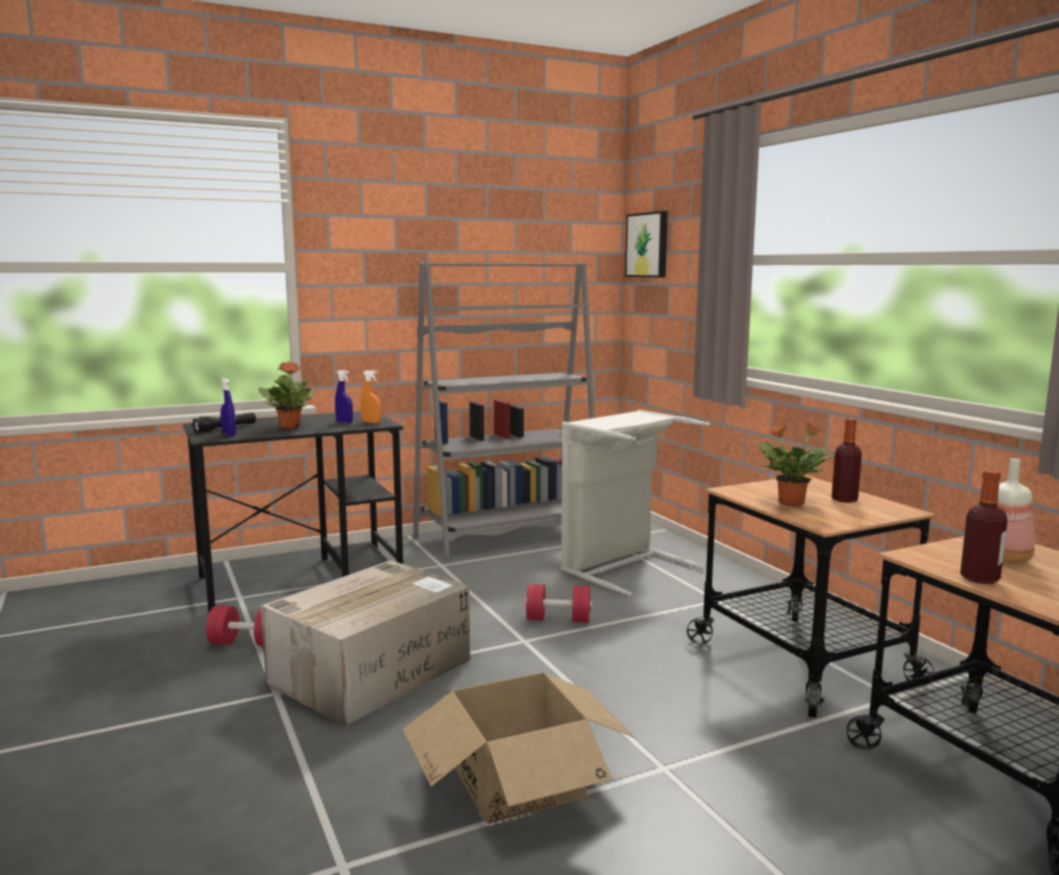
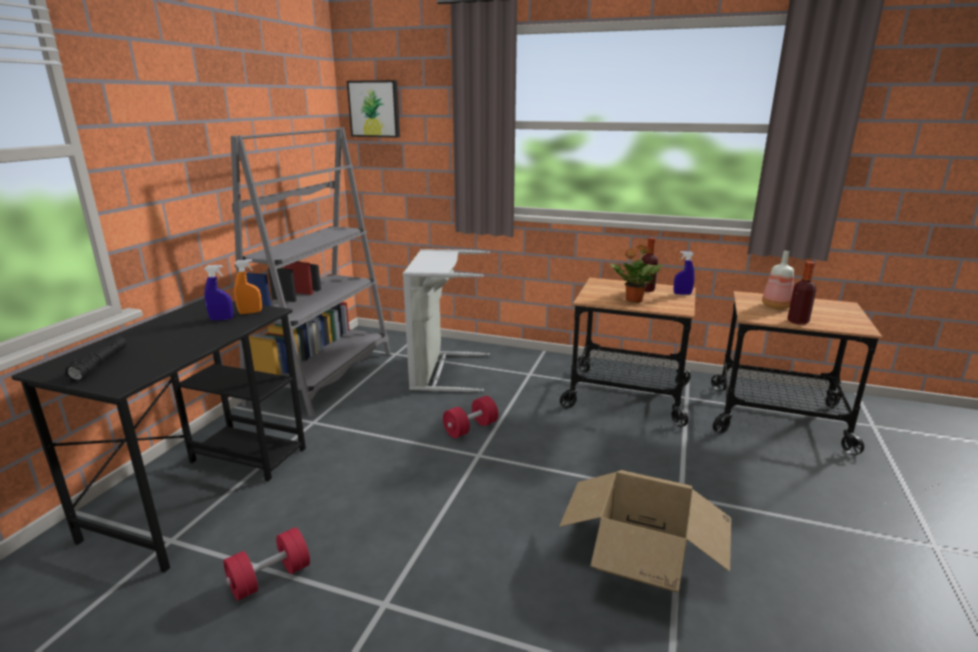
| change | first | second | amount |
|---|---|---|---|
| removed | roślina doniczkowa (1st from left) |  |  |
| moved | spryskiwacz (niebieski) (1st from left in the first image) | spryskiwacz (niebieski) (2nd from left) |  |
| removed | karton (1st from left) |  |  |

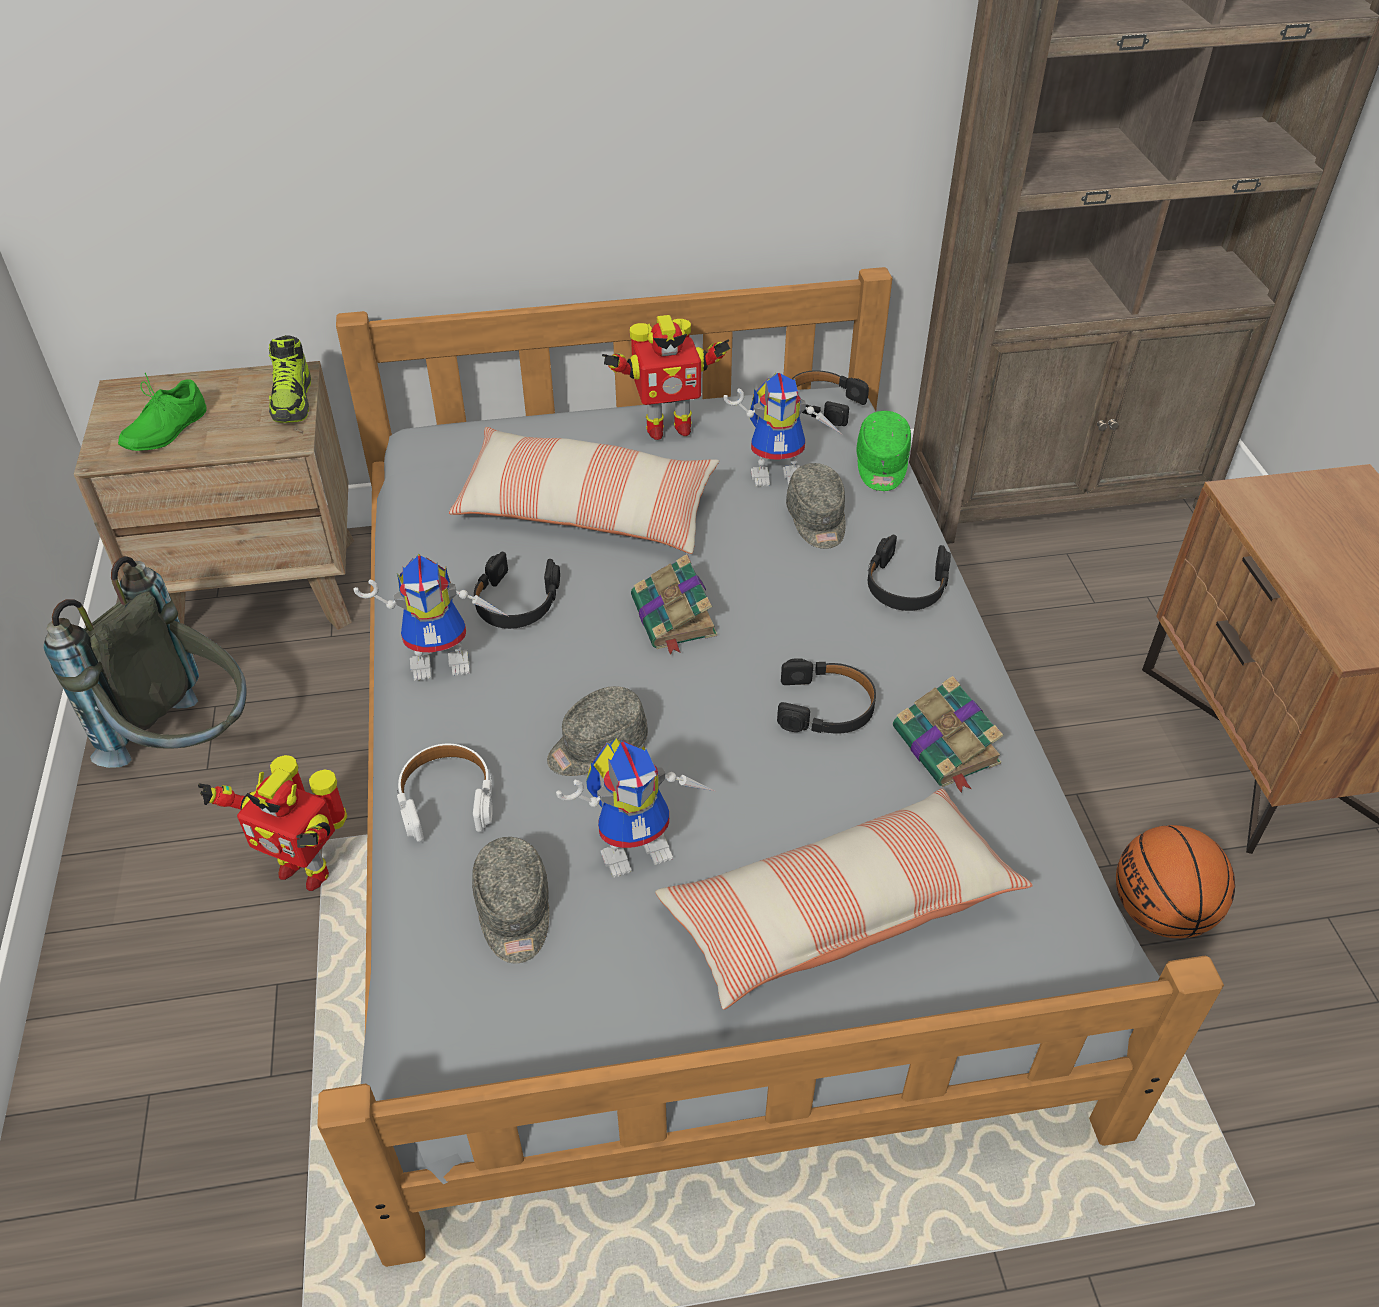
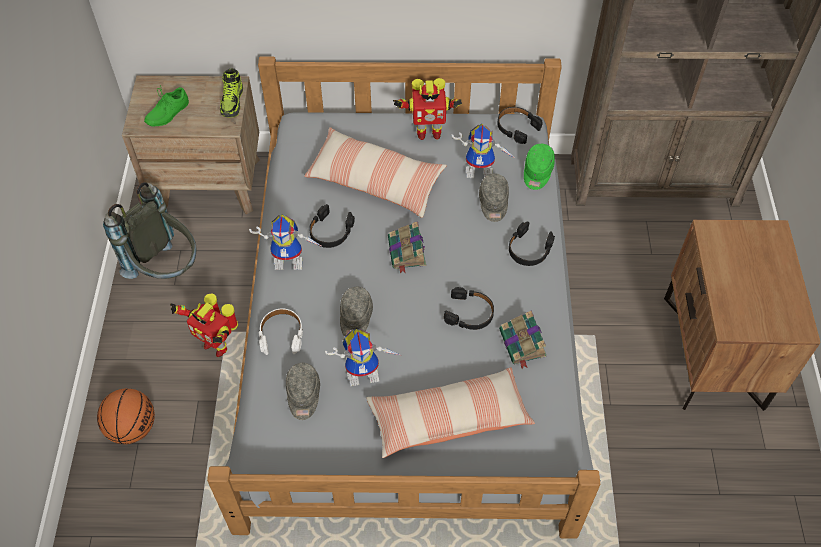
| change | first | second | amount |
|---|---|---|---|
| turned | czapka z daszkiem (szary) (2nd from left) |  | 60 degrees counterclockwise |
| moved | piłka do koszykówki |  |  |

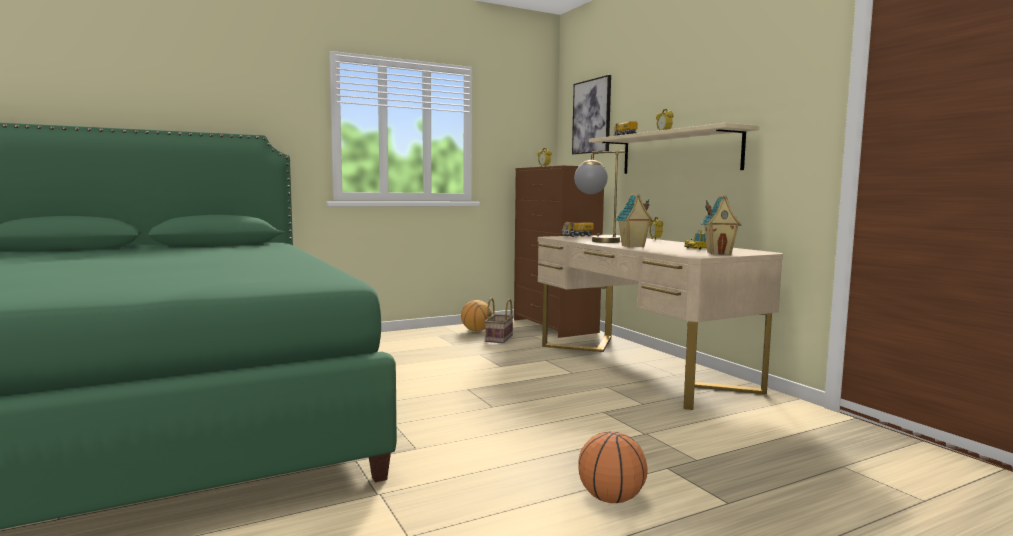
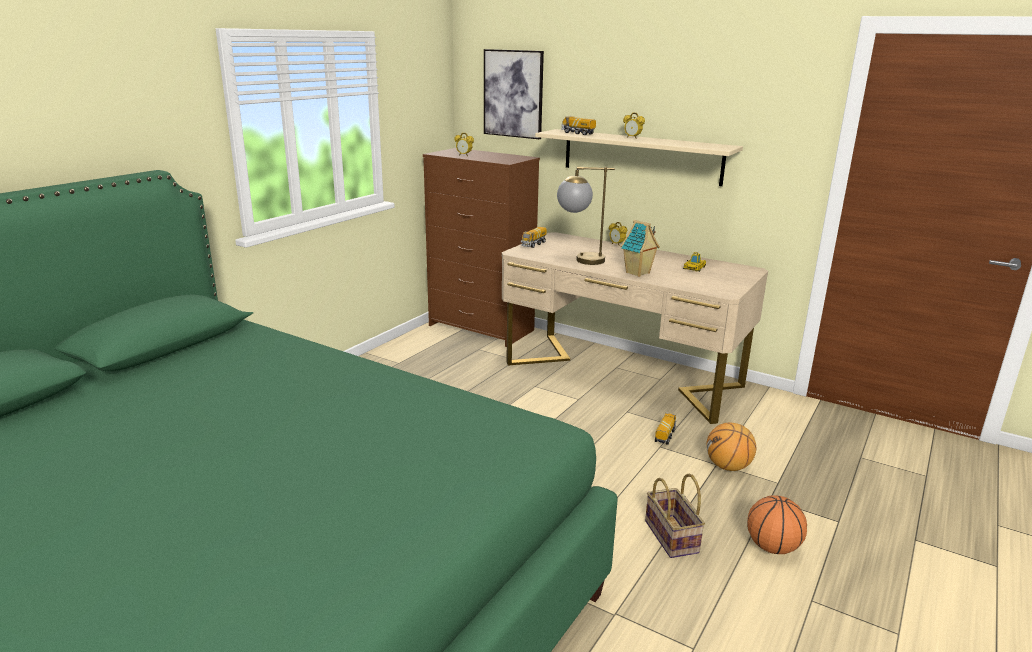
| change | first | second | amount |
|---|---|---|---|
| removed | domek (2nd from left) |  |  |
| moved | koszyk |  |  |
| moved | piłka do koszykówki (1st from left) |  |  |
| added |  | ciężarówka zabawkowa (3rd from left) |  |

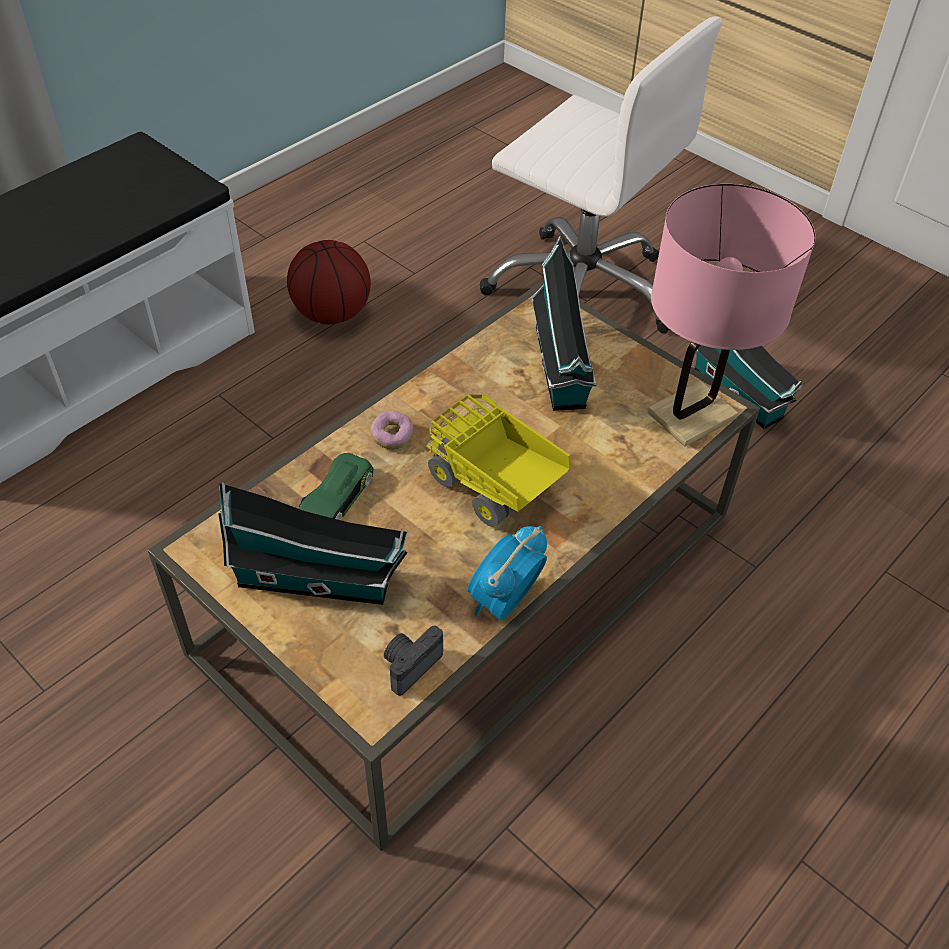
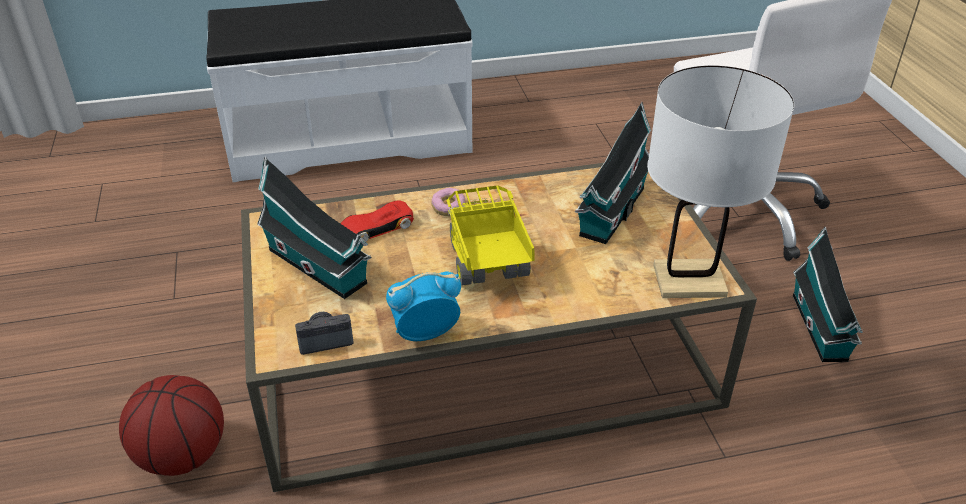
| change | first | second | amount |
|---|---|---|---|
| recoloured | lampa stołowa (różowy) | lampa stołowa (biały) |  |
| moved | piłka do koszykówki |  |  |
| recoloured | samochodzik (zielony) | samochodzik (czerwony) |  |

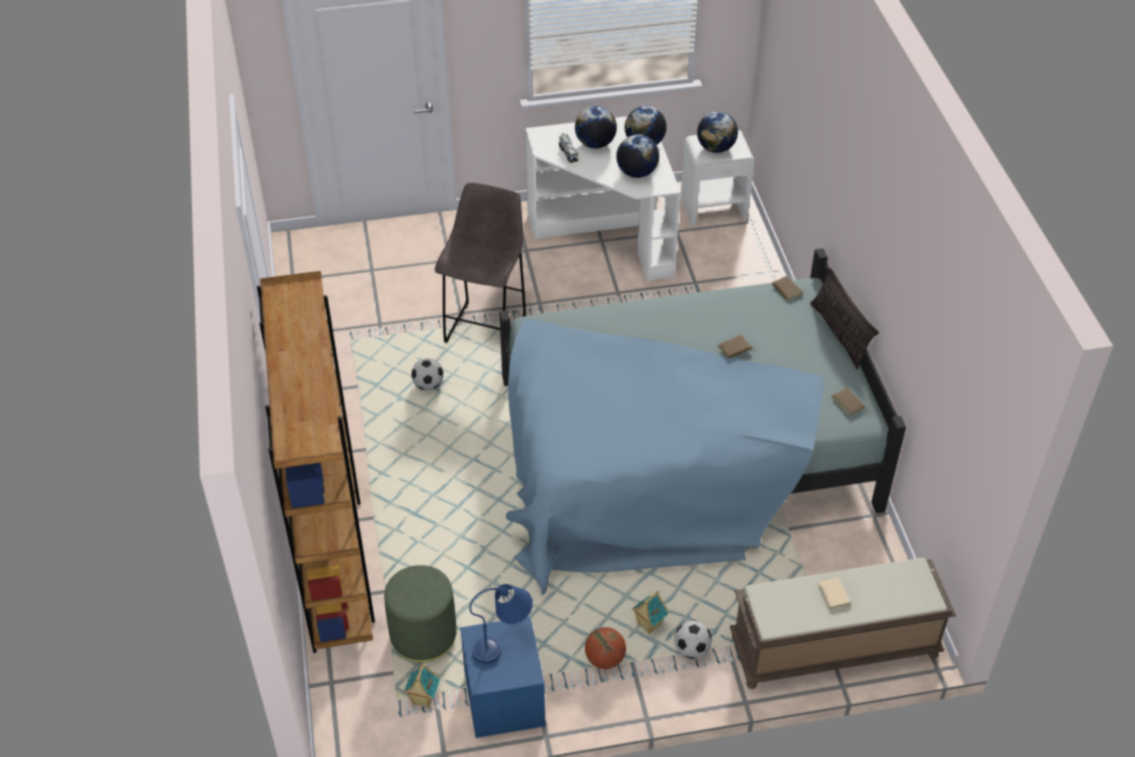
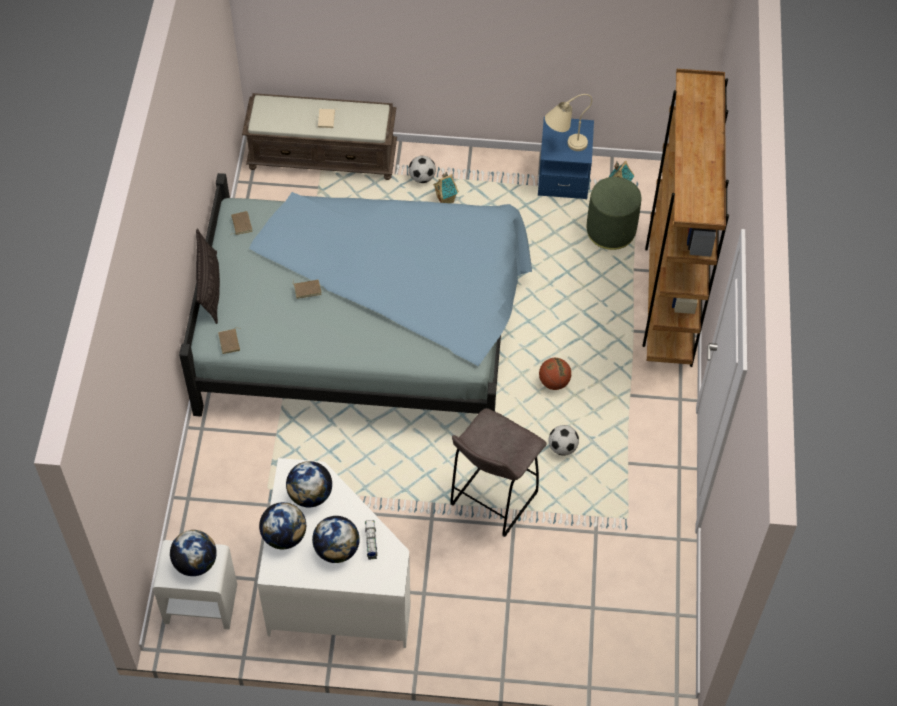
| change | first | second | amount |
|---|---|---|---|
| recoloured | lampa stołowa (niebieski) | lampa stołowa (beżowy) |  |
| moved | piłka do koszykówki |  |  |

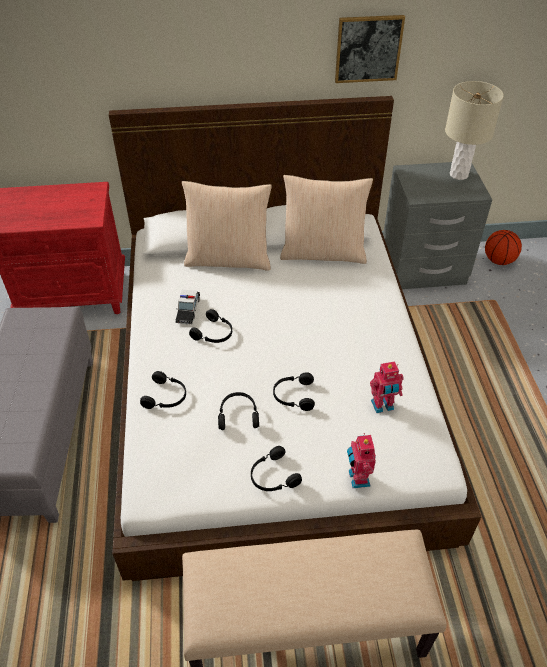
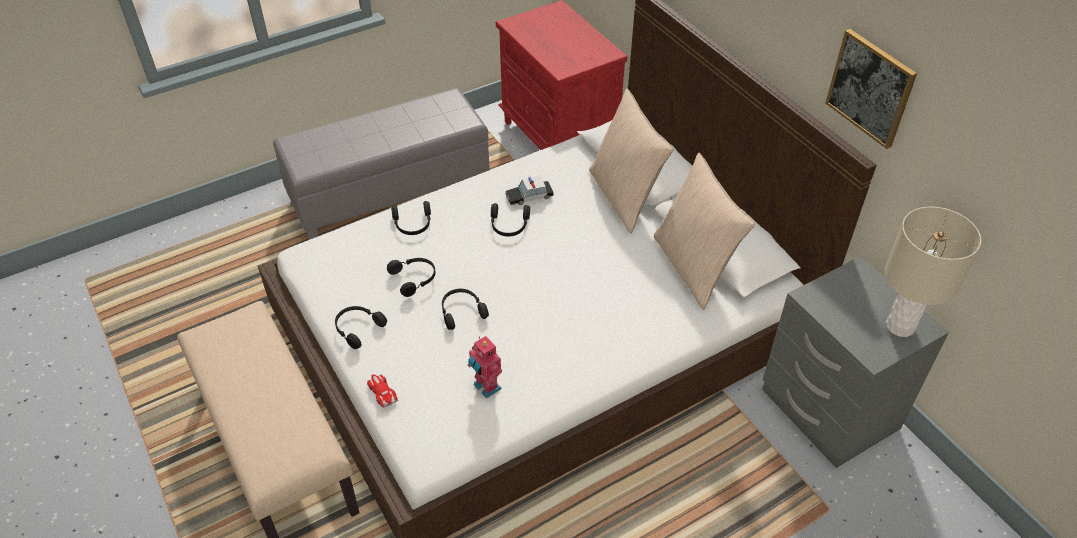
| change | first | second | amount |
|---|---|---|---|
| removed | piłka do koszykówki |  |  |
| replaced | robot zabawkowy (1st from left) | samochodzik (1st from left) |  |

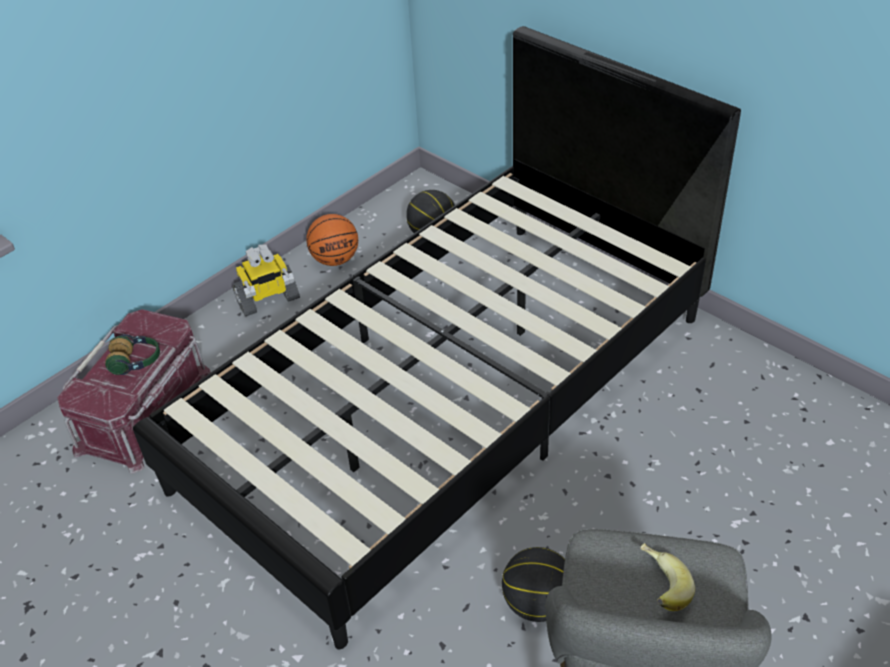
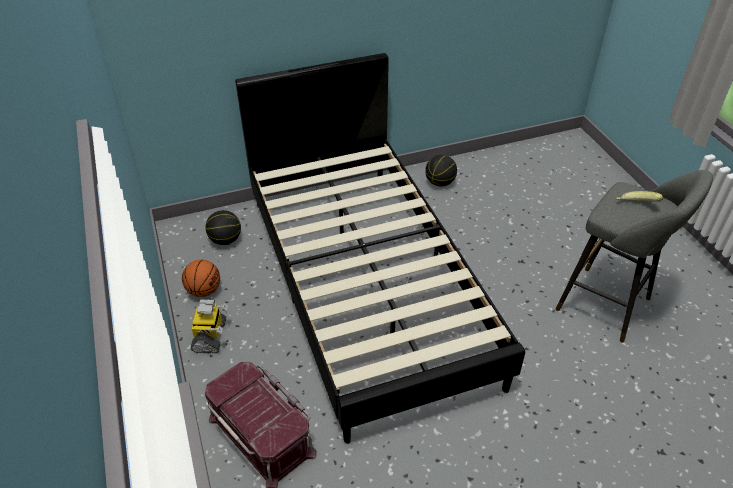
| change | first | second | amount |
|---|---|---|---|
| removed | słuchawki |  |  |
| moved | piłka do koszykówki (3rd from left) |  |  |

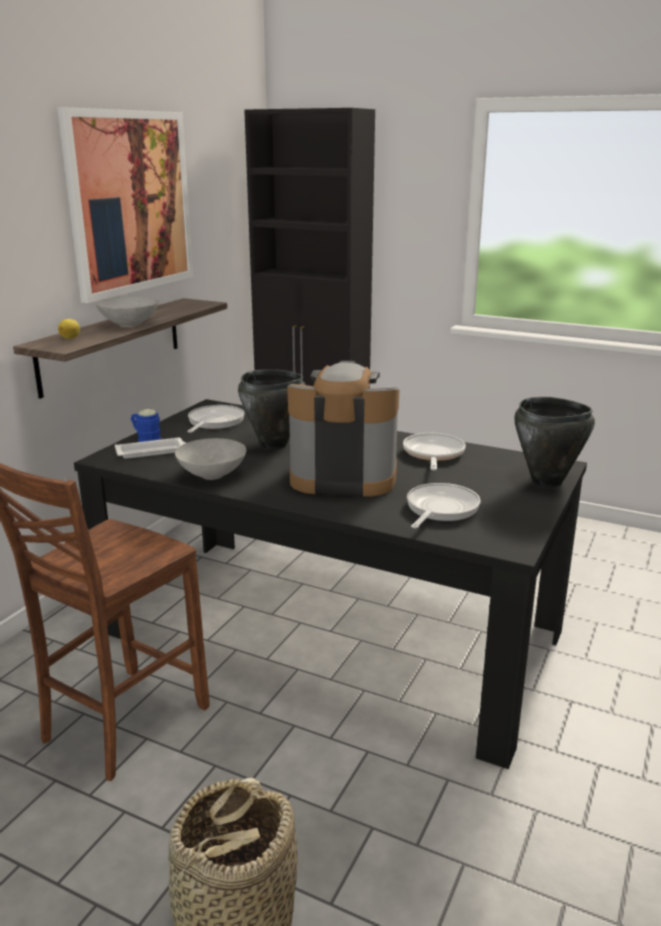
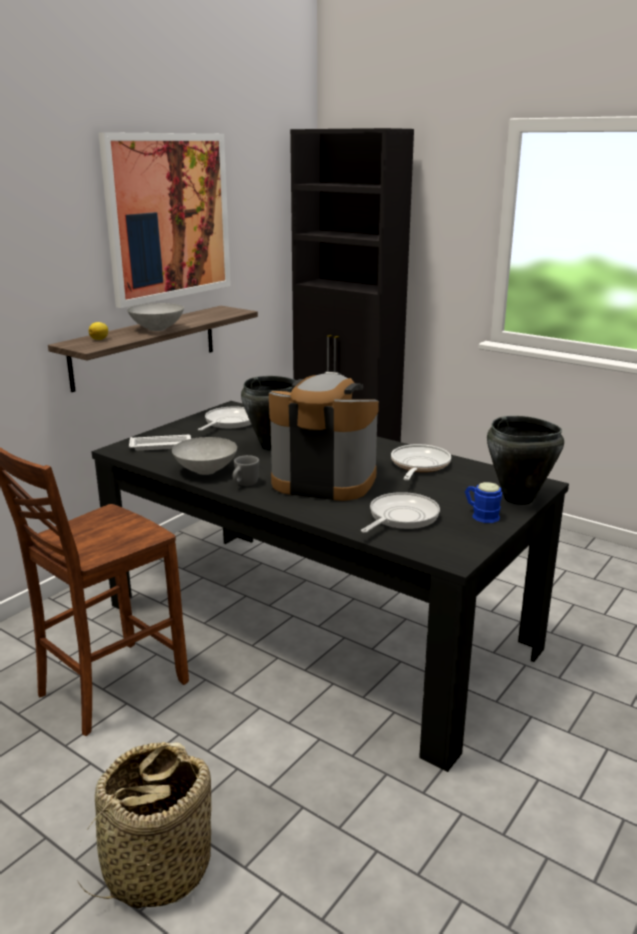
| change | first | second | amount |
|---|---|---|---|
| moved | kubek (niebieski) |  |  |
| added |  | kubek (szary) |  |

